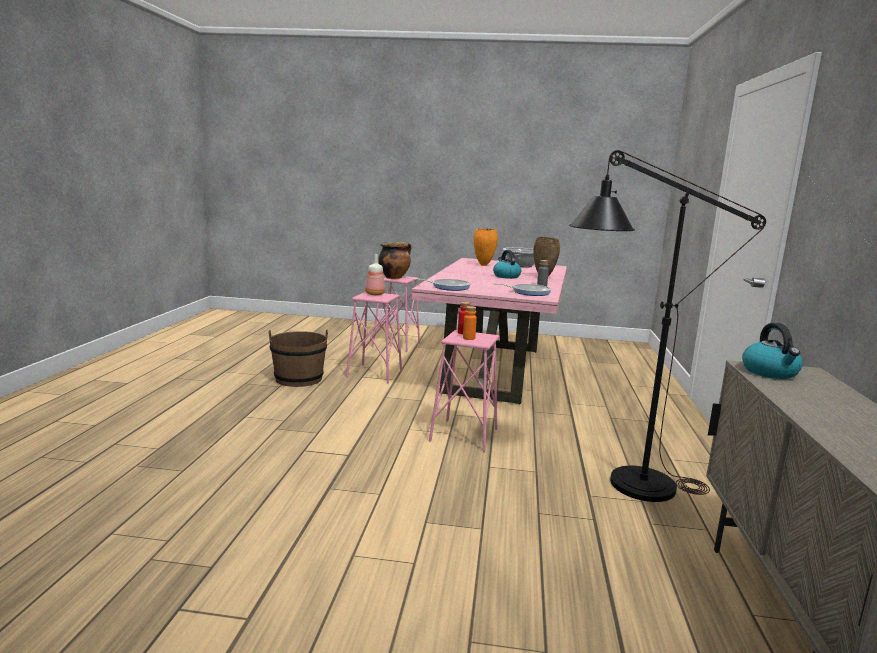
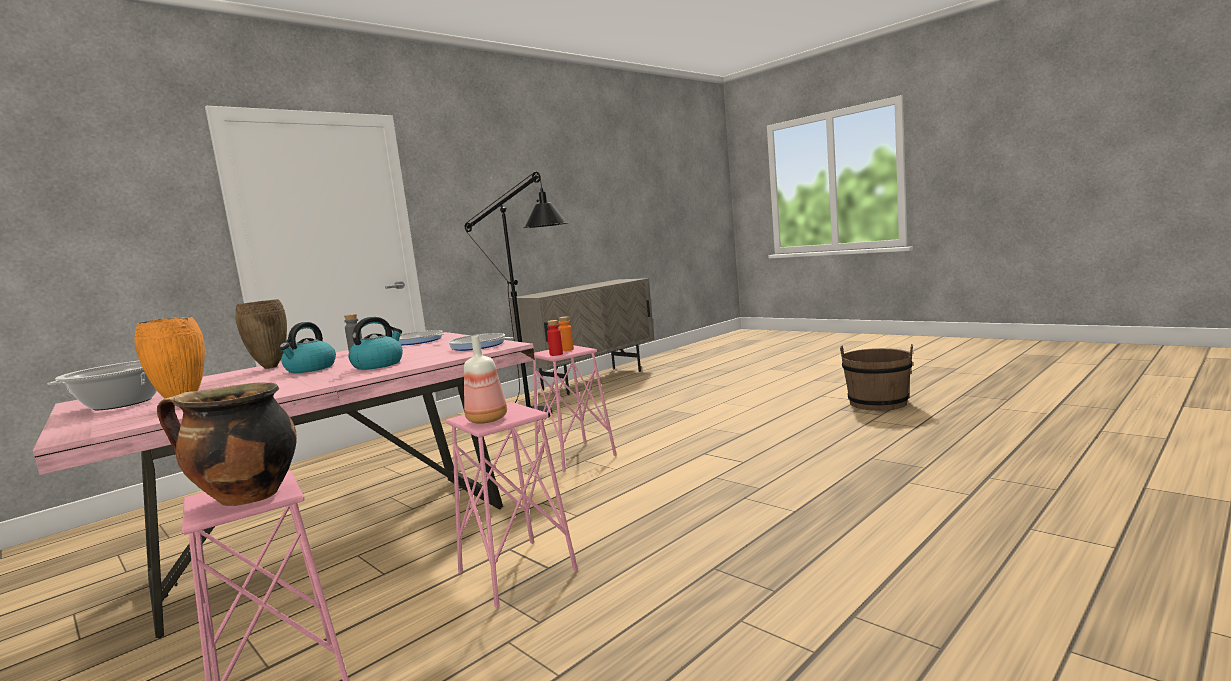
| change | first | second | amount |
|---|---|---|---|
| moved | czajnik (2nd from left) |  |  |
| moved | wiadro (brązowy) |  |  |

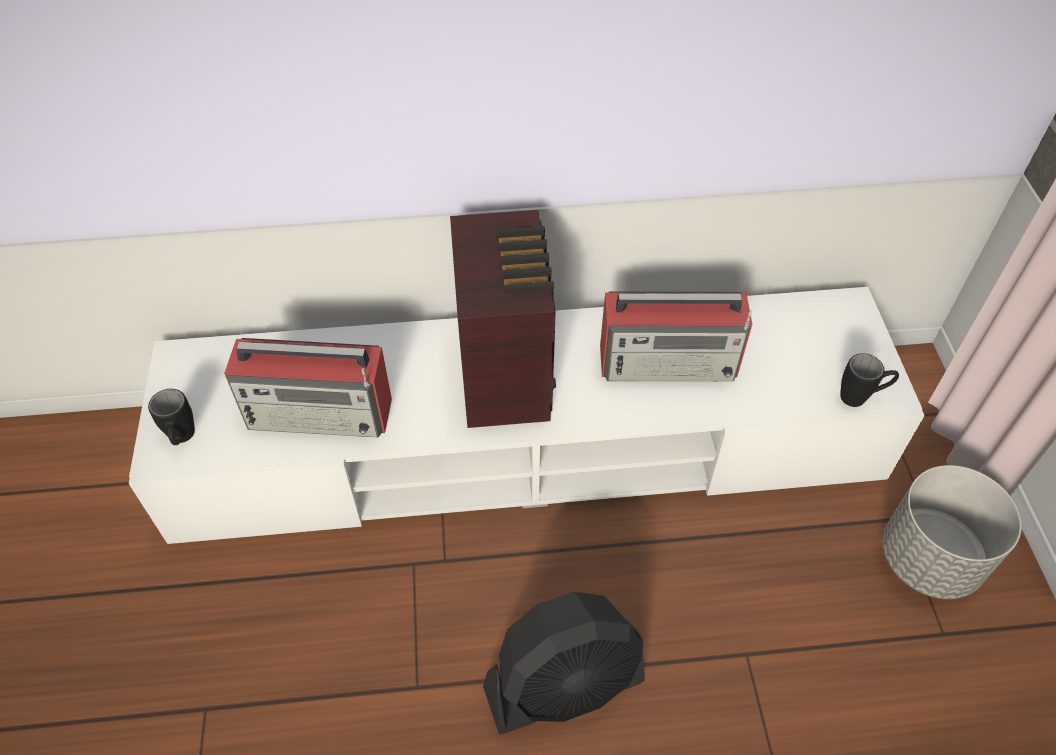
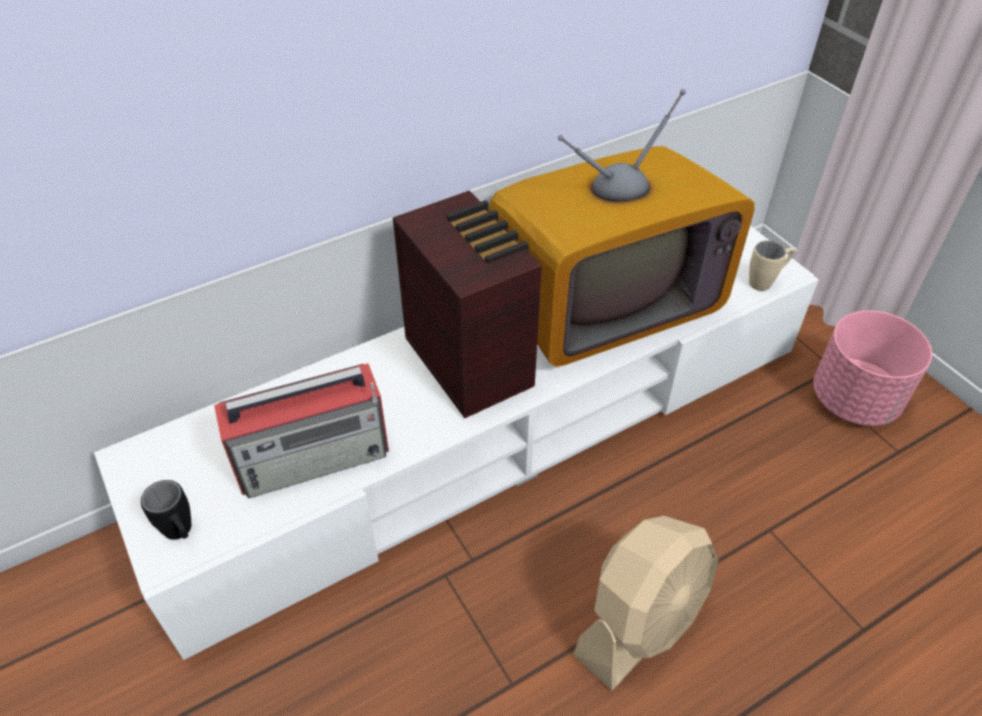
| change | first | second | amount |
|---|---|---|---|
| replaced | radio (3rd from left) | telewizor |  |
| recoloured | kubek (czarny) (2nd from left) | kubek (beżowy) |  |
| recoloured | donica (szary) | donica (różowy) |  |
| recoloured | wentylator (czarny) | wentylator (beżowy) |  |

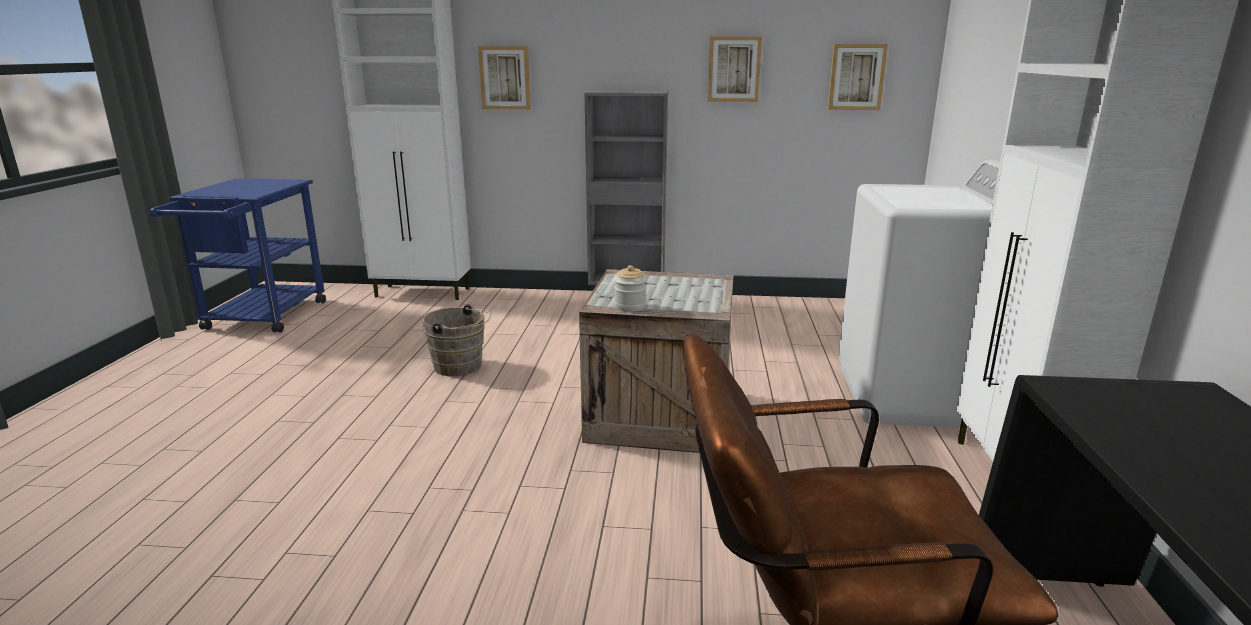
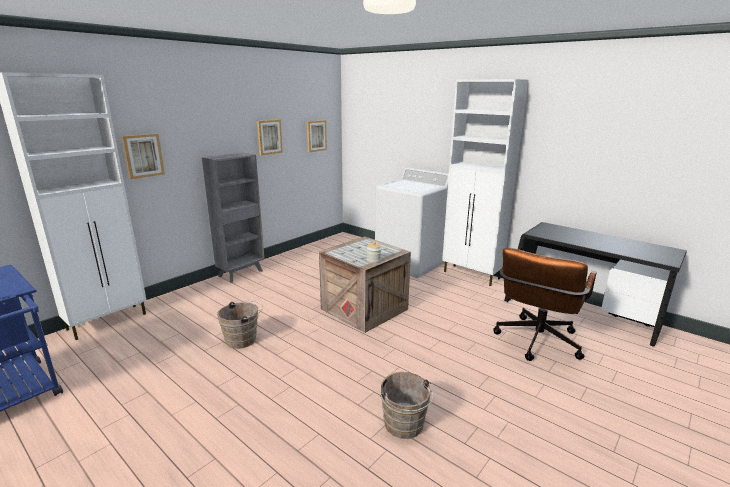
| change | first | second | amount |
|---|---|---|---|
| added |  | wiadro (brązowy) (2nd from left) |  |

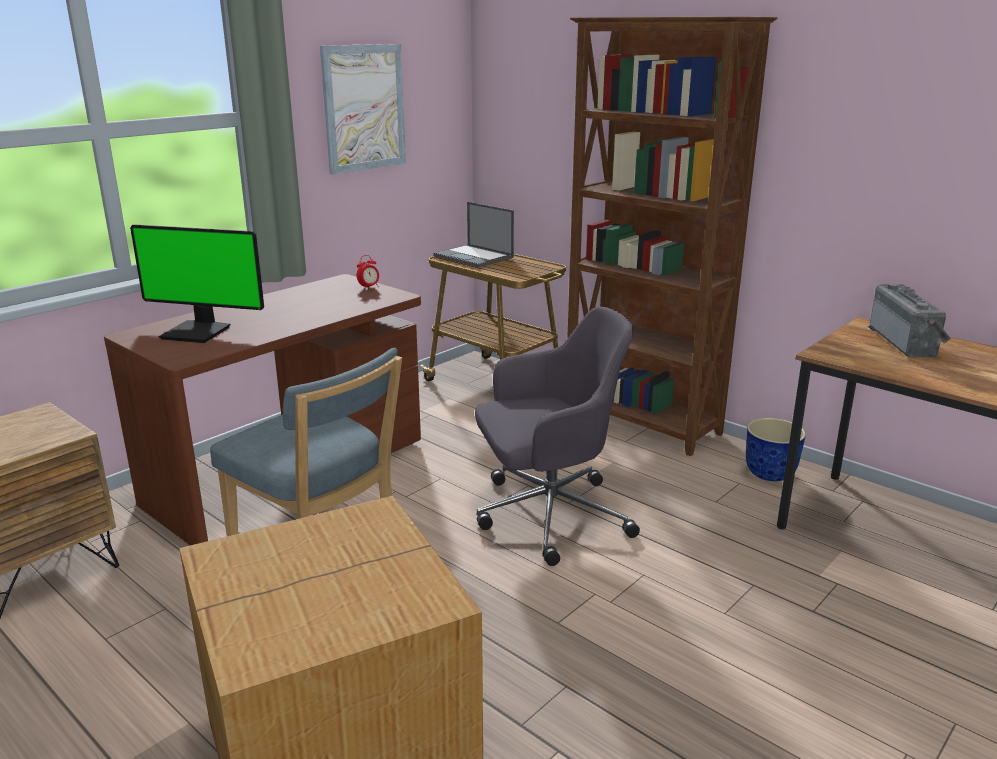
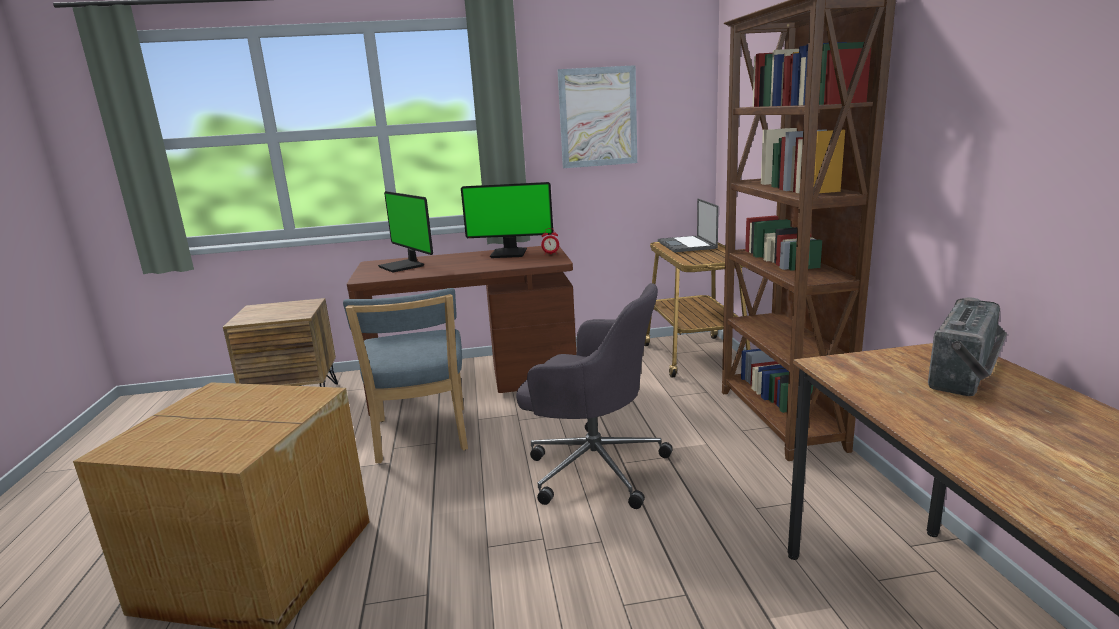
| change | first | second | amount |
|---|---|---|---|
| removed | donica |  |  |
| added |  | monitor (2nd from left) |  |

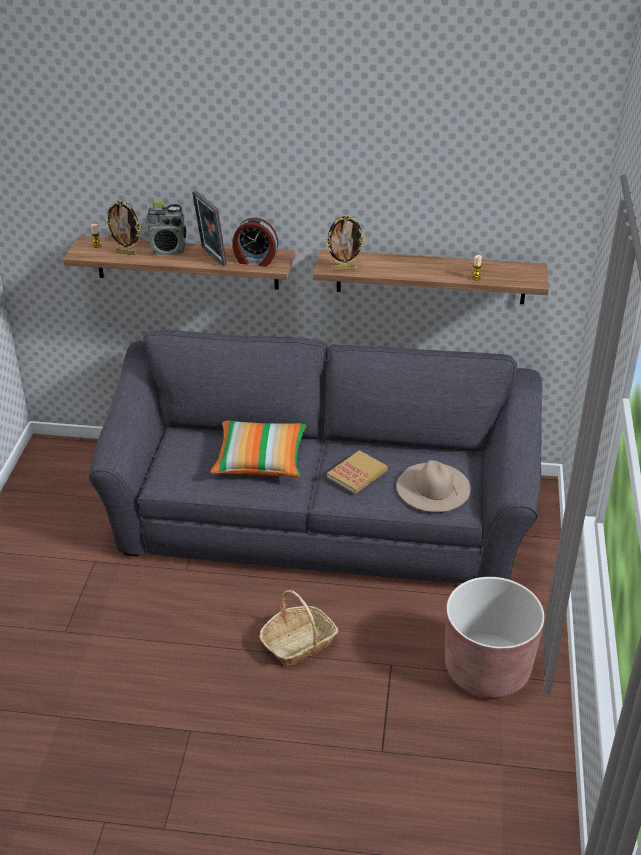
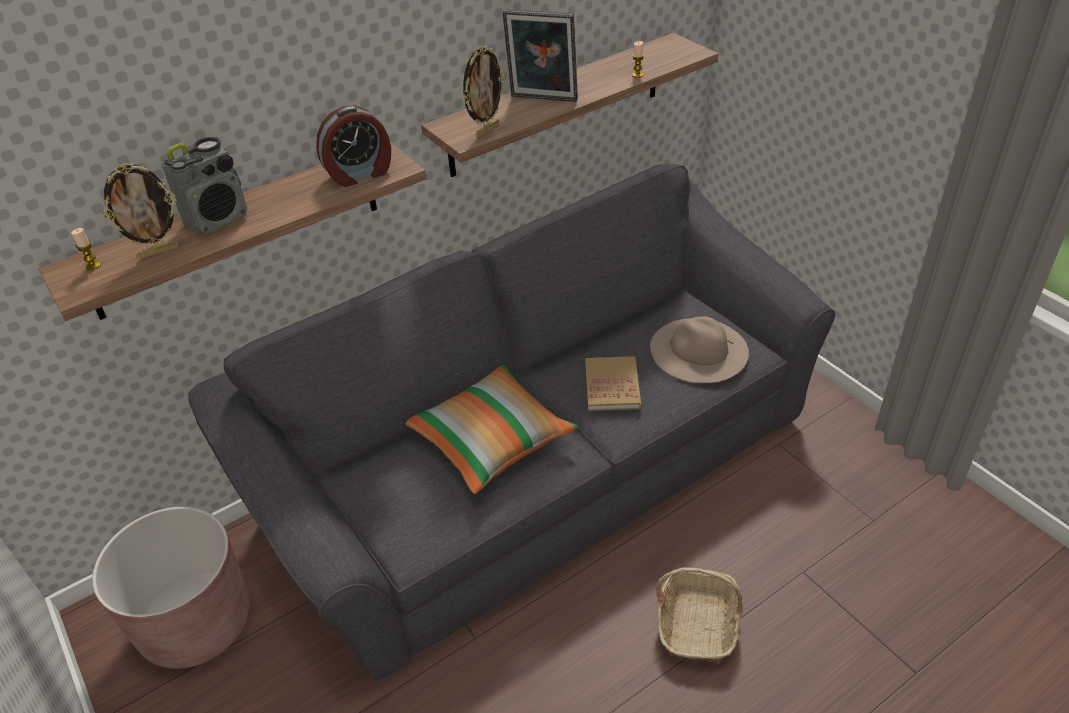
| change | first | second | amount |
|---|---|---|---|
| moved | ramka na zdjęcie (2nd from left in the first image) | ramka na zdjęcie (3rd from left) |  |
| moved | donica (brązowy) |  |  |

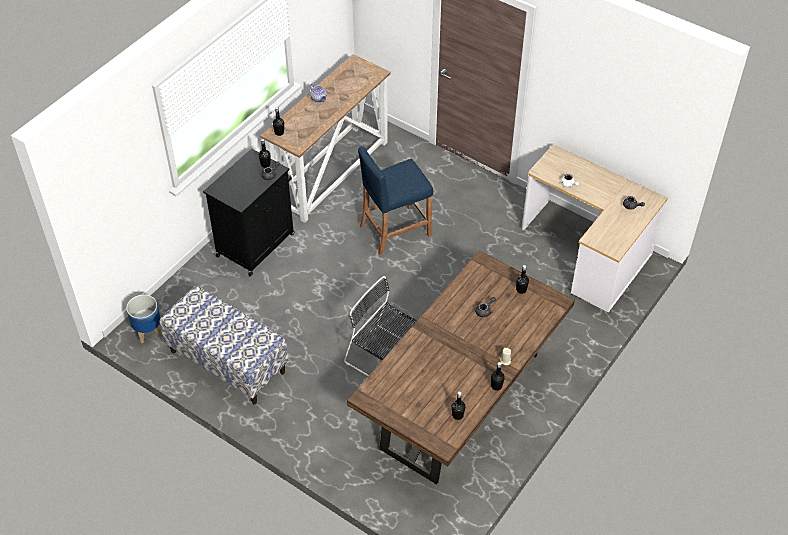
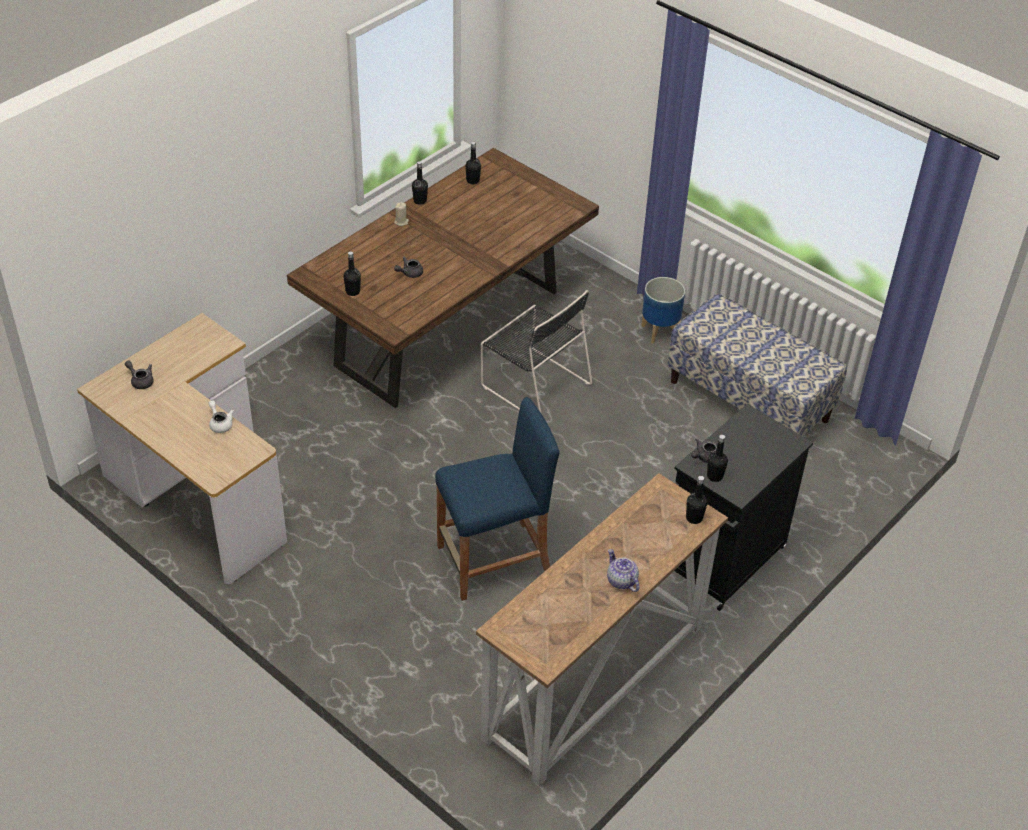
| change | first | second | amount |
|---|---|---|---|
| moved | donica |  |  |

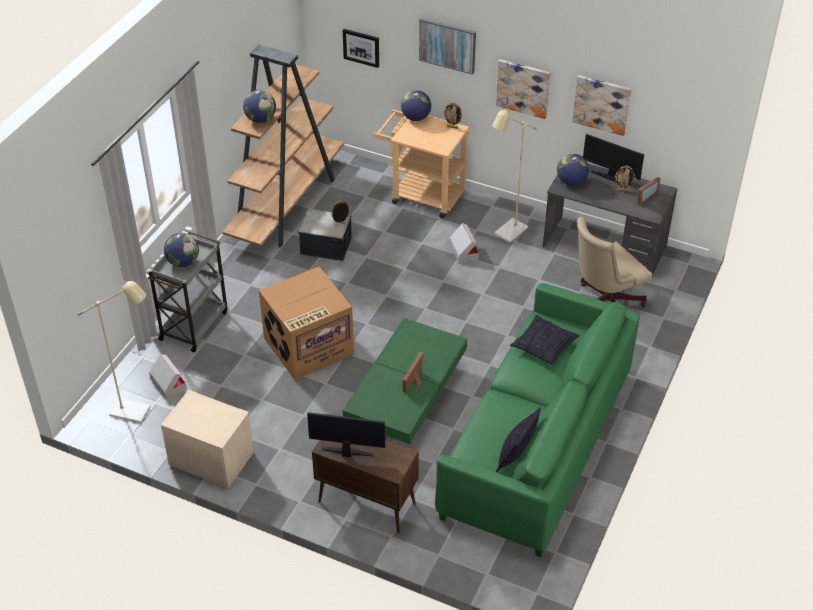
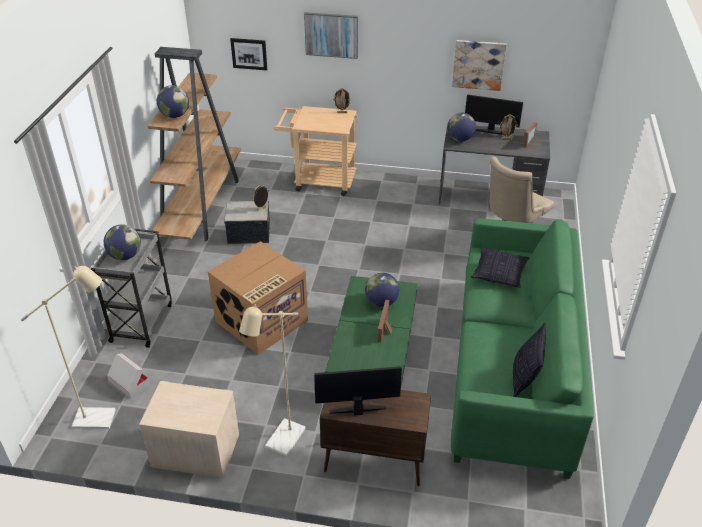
| change | first | second | amount |
|---|---|---|---|
| removed | obraz (3rd from left) |  |  |
| moved | globus (3rd from left) |  |  |
| moved | lampa stojąca (beżowy) (2nd from left) |  |  |
| removed | karton (3rd from left) |  |  |

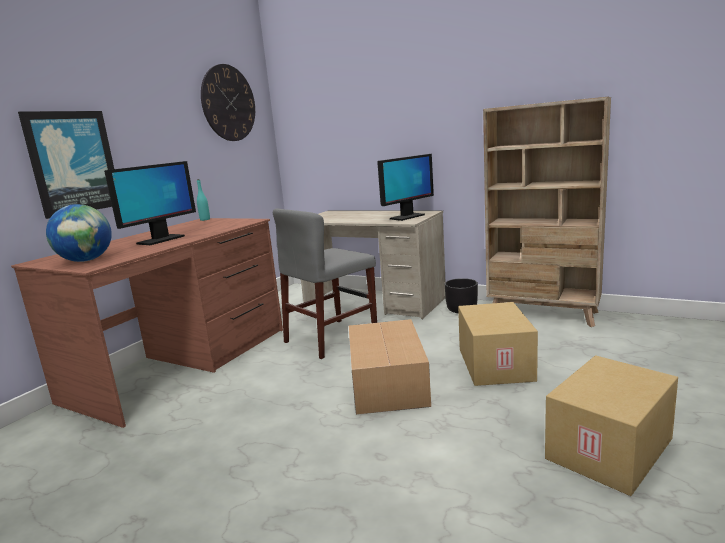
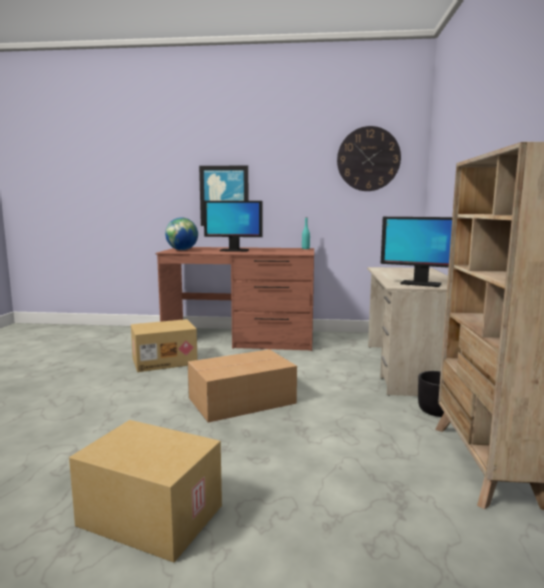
| change | first | second | amount |
|---|---|---|---|
| removed | krzesło (szary) |  |  |
| moved | karton (2nd from left) |  |  |

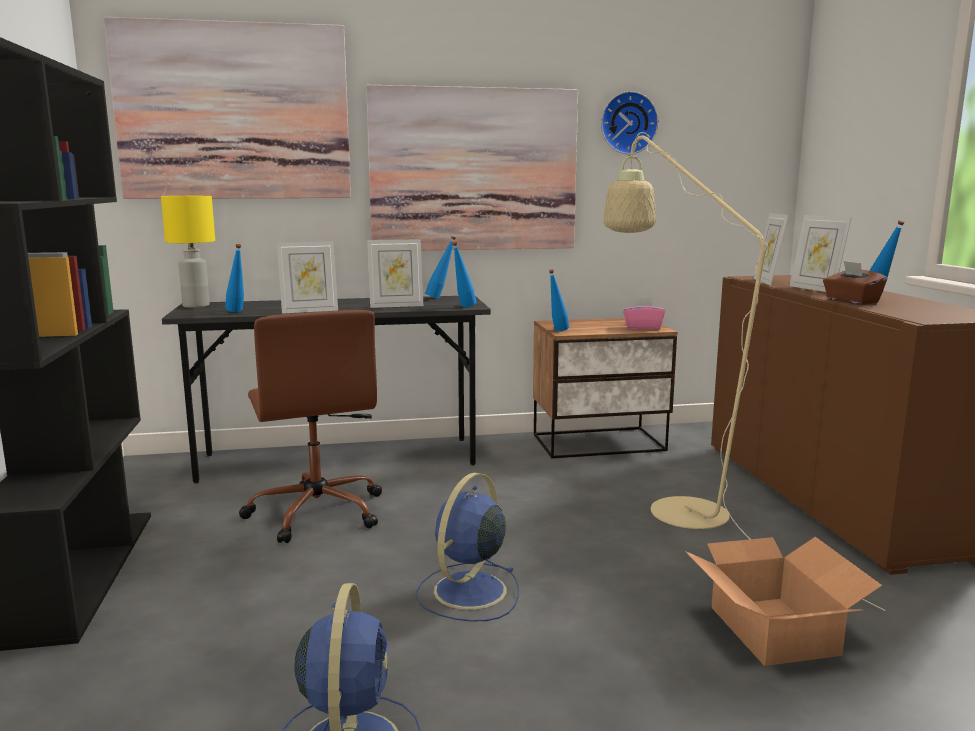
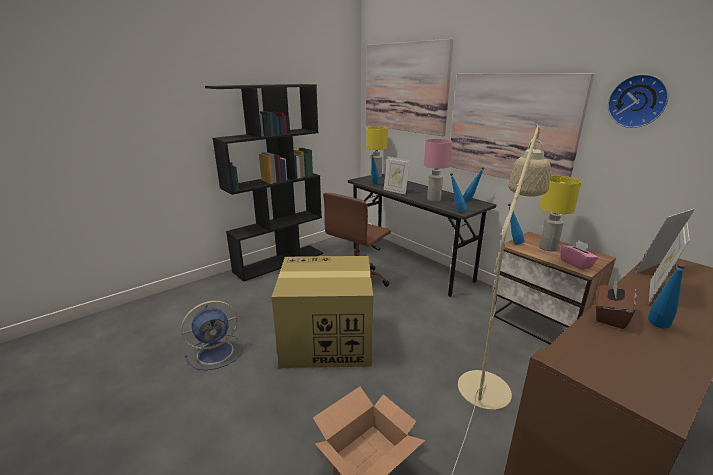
| change | first | second | amount |
|---|---|---|---|
| replaced | ramka na zdjęcie (2nd from left) | lampa stołowa (różowy) |  |
| replaced | wentylator (niebieski) (2nd from left) | karton (1st from left) |  |
| added |  | lampa stołowa (żółty) (2nd from left) |  |

